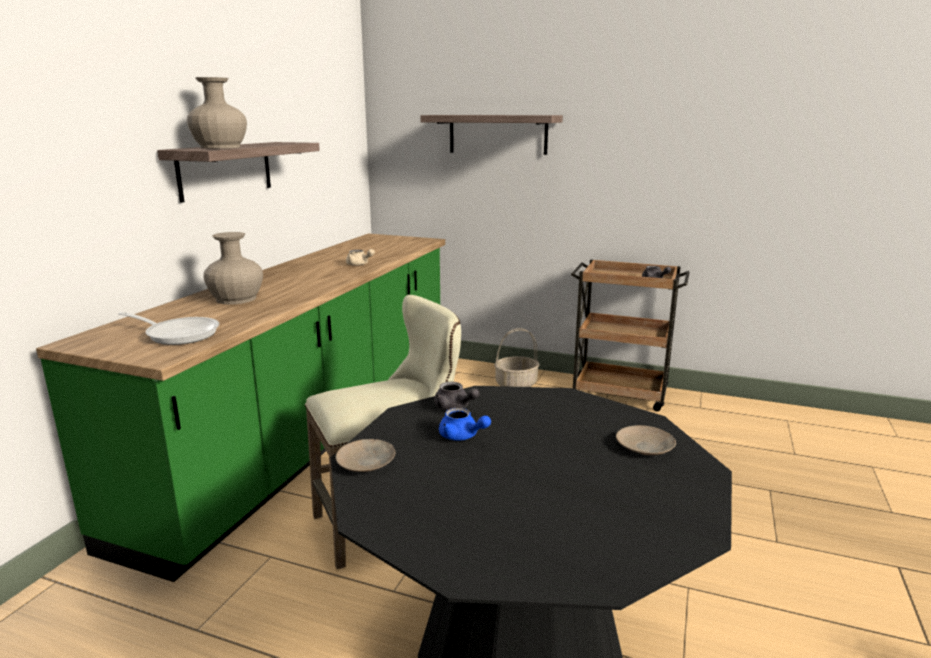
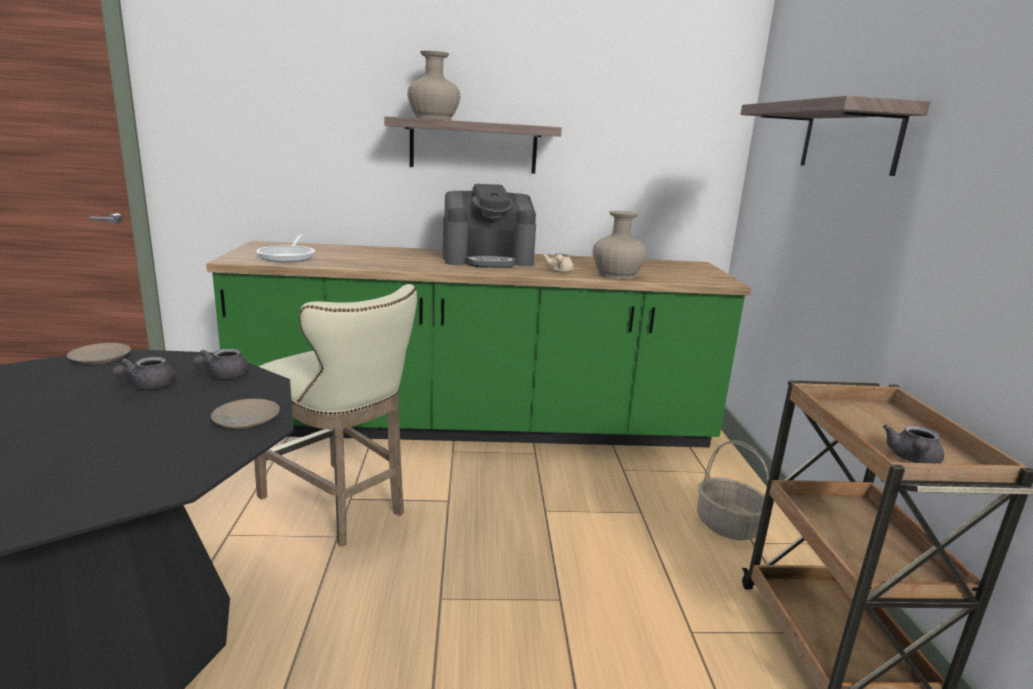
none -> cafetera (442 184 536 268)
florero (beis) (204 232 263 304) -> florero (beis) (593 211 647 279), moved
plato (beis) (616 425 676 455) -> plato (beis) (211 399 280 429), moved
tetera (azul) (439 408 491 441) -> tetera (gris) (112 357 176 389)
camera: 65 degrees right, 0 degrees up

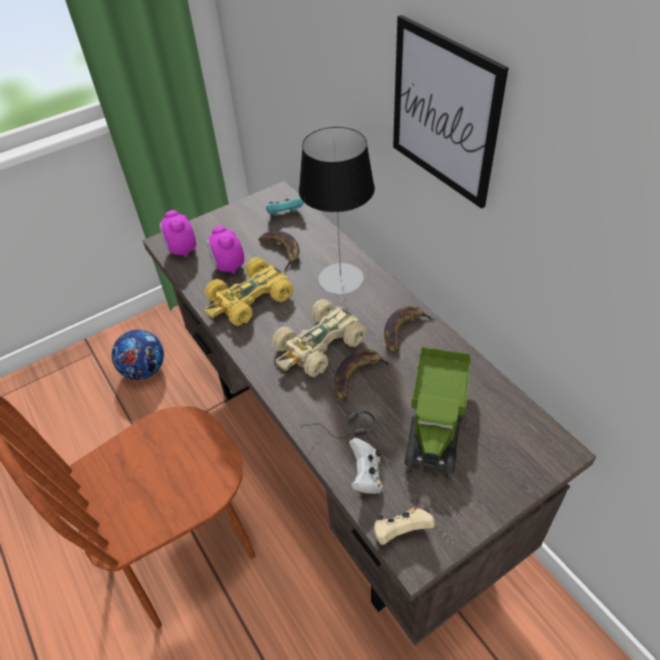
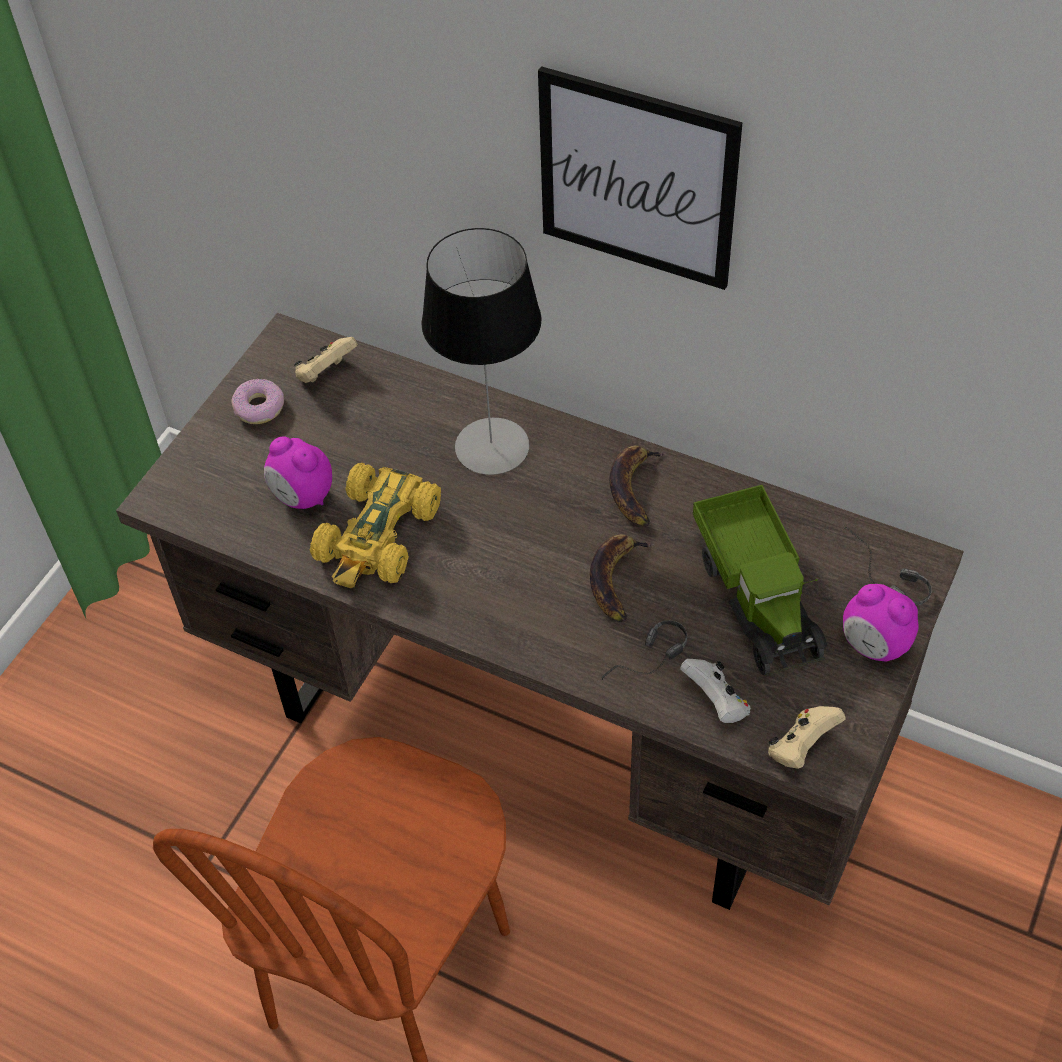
balón de fútbol (112 330 164 380) -> none
plátano (259 231 299 271) -> none
coche de juguete (beis) (272 299 367 377) -> none
none -> rosquilla (232 379 284 424)
none -> auriculares (842 527 932 605)
despertador (160 210 196 258) -> despertador (843 584 919 661), moved
mando de consola (turquesa) (266 198 304 216) -> mando de consola (beis) (294 337 358 383)
camera: 30 degrees left, 5 degrees up

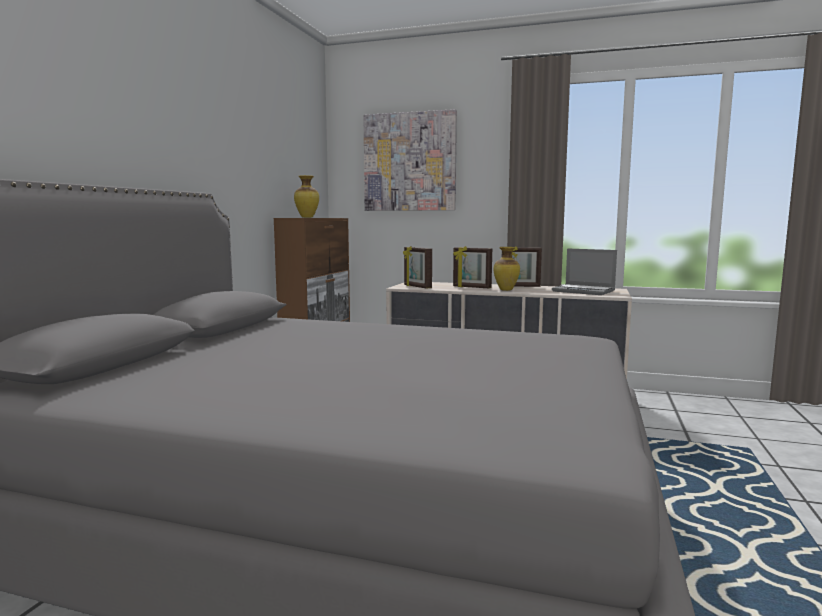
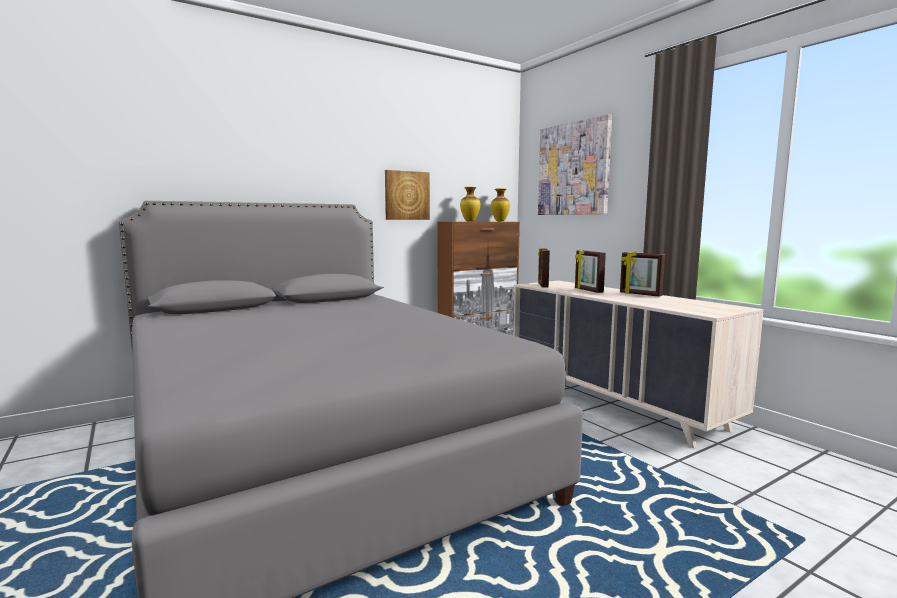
portátil (552 248 617 295) -> none
none -> cuadro (385 170 430 220)
florero (494 247 520 291) -> florero (491 188 510 221), moved
camera: 40 degrees right, 0 degrees up

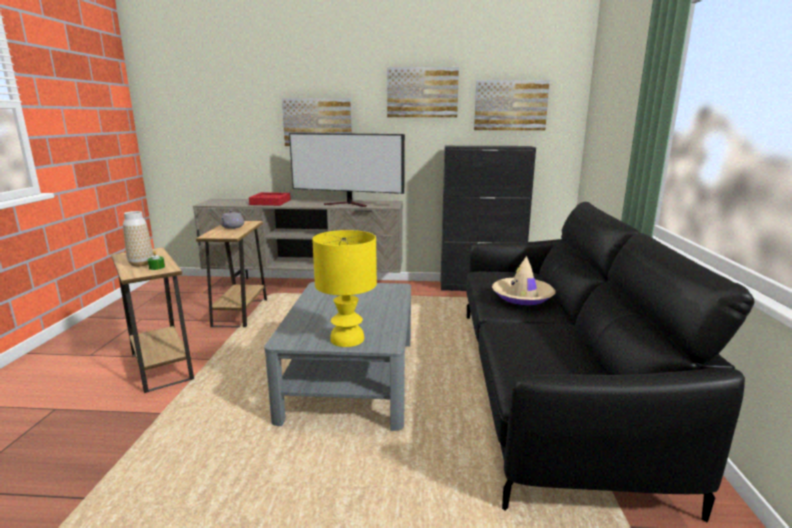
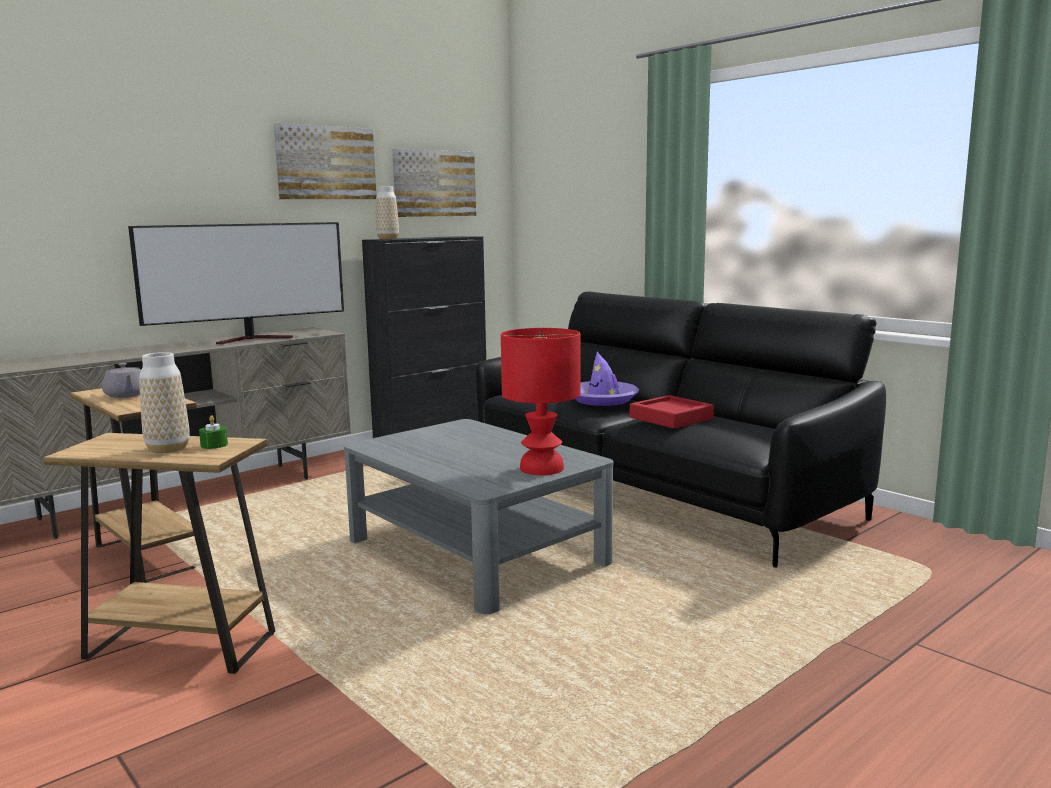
cuadro (282 98 352 146) -> none
none -> florero (376 186 399 239)
bandeja (rojo) (249 192 291 206) -> bandeja (rojo) (630 395 714 429), moved
lámpara de mesa (amarillo) (312 230 377 347) -> lámpara de mesa (rojo) (501 328 580 475)
sombrero (beis) (492 256 555 305) -> sombrero (morado) (576 352 639 406)
camera: 45 degrees left, 5 degrees down

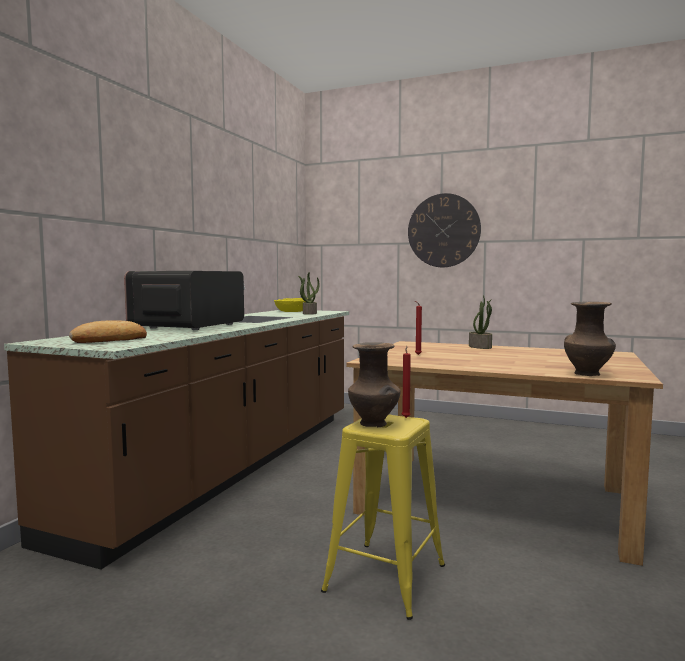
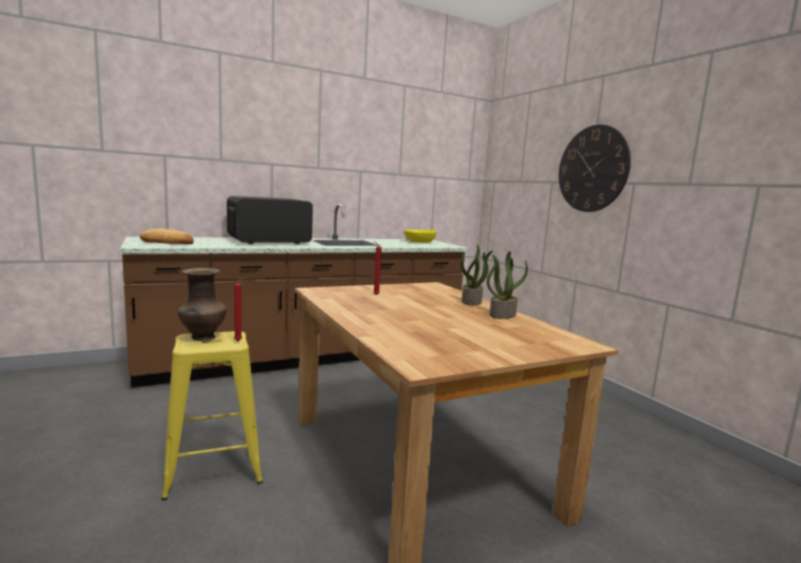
florero (marrón) (564 302 616 376) -> none
planta en maceta (298 272 320 315) -> planta en maceta (487 251 528 319), moved
camera: 40 degrees right, 5 degrees up

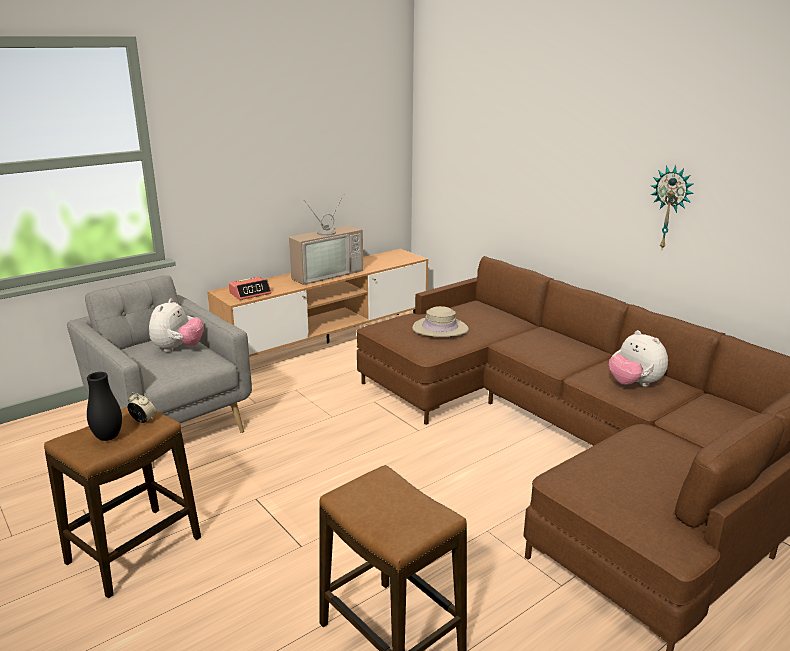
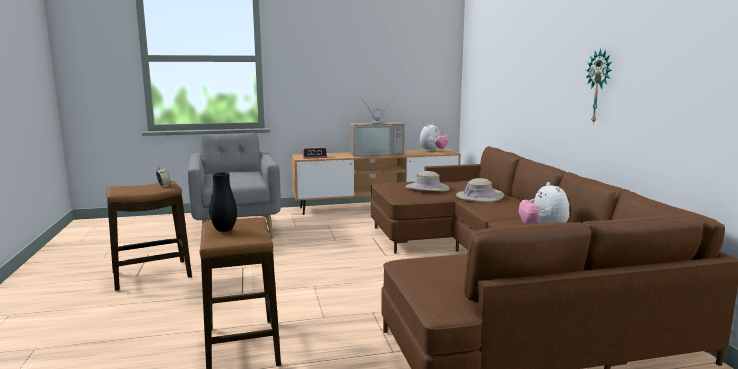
none -> sombrero (beis) (456 178 504 203)
florero (negro) (87 372 122 441) -> florero (negro) (209 172 237 232), moved
peluche (149 298 204 352) -> peluche (420 123 449 152), moved
camera: 25 degrees right, 10 degrees down

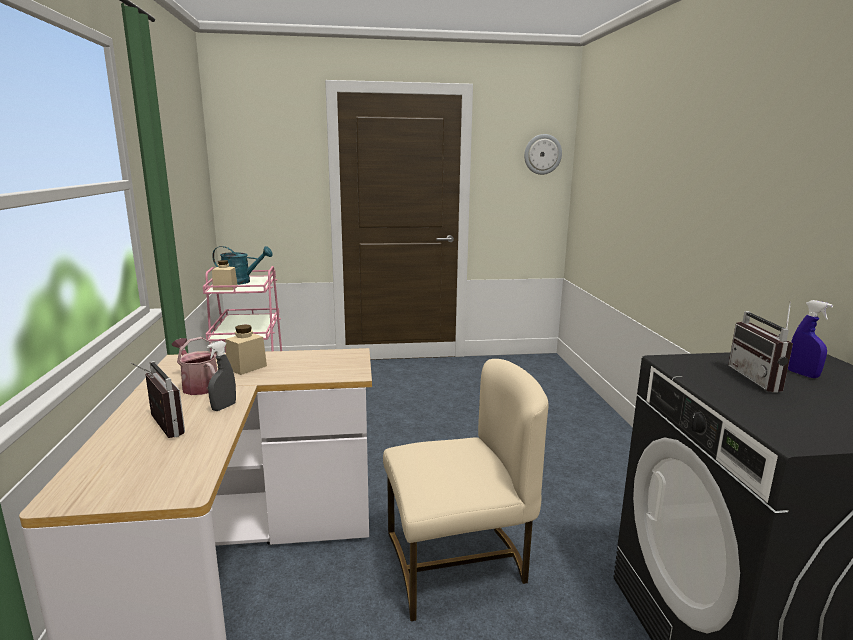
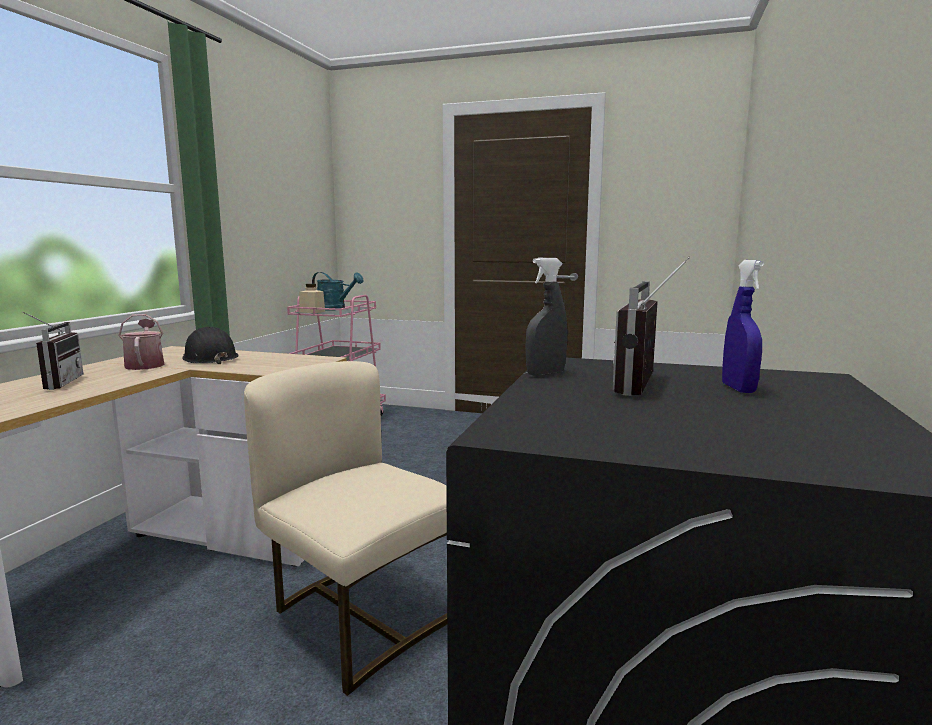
reloj de pared (524 134 562 175) -> none
pulverizador (gris) (207 341 236 411) -> pulverizador (gris) (526 258 568 376), moved
tarro (beis) (225 324 267 375) -> casco (negro) (182 327 239 364)
silla (beis) (383 359 548 621) -> silla (beis) (244 361 447 696), 150 degrees counterclockwise
camera: 25 degrees right, 5 degrees down

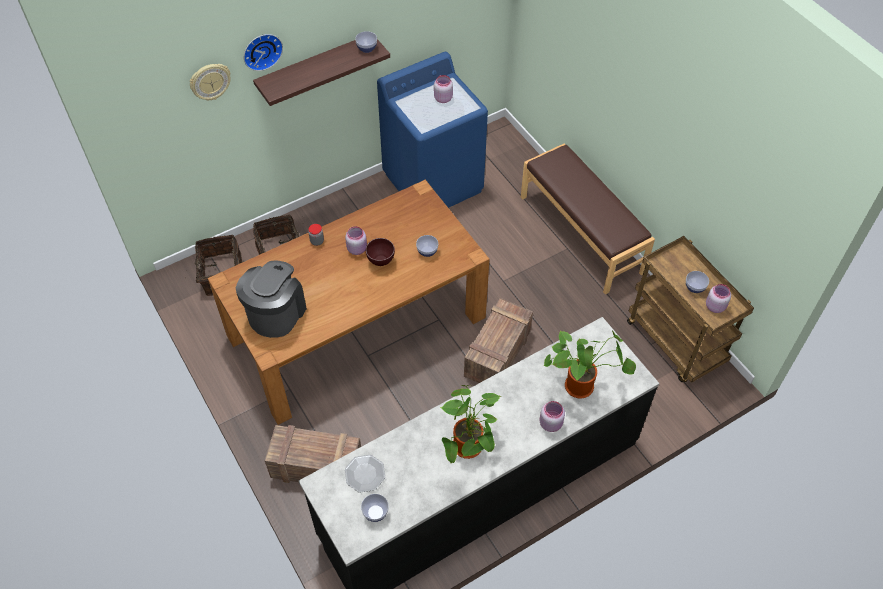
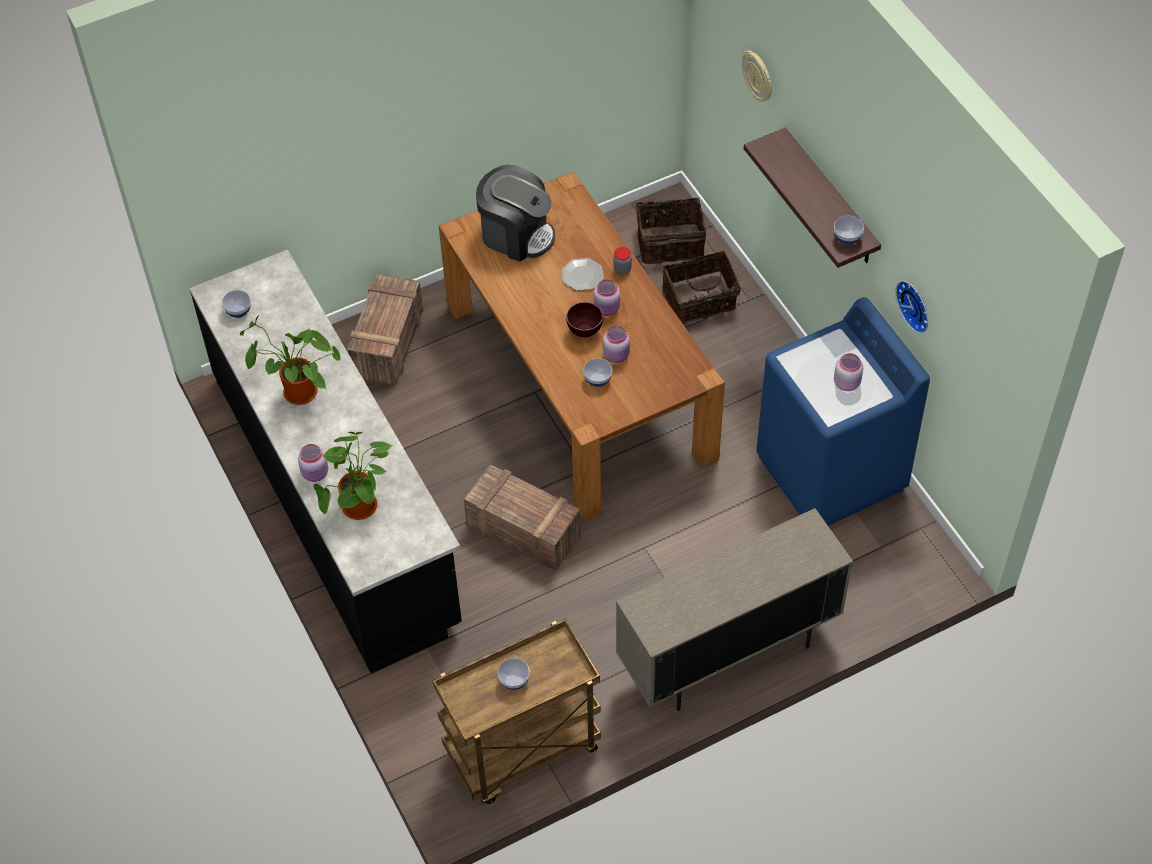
reloj de pared (244 34 283 71) -> reloj de pared (895 281 928 334), moved
plato (345 455 385 493) -> plato (561 258 604 291), moved
tarro (rosa) (706 284 731 313) -> tarro (rosa) (603 326 630 363), moved
banco (marrón) (521 144 655 295) -> armario (beis) (616 508 853 711)
camera: 95 degrees right, 0 degrees up

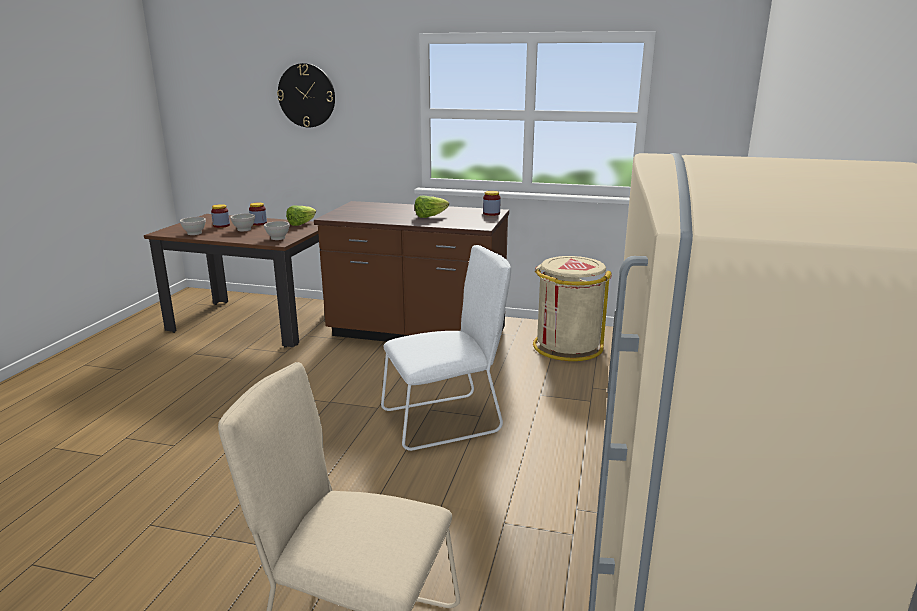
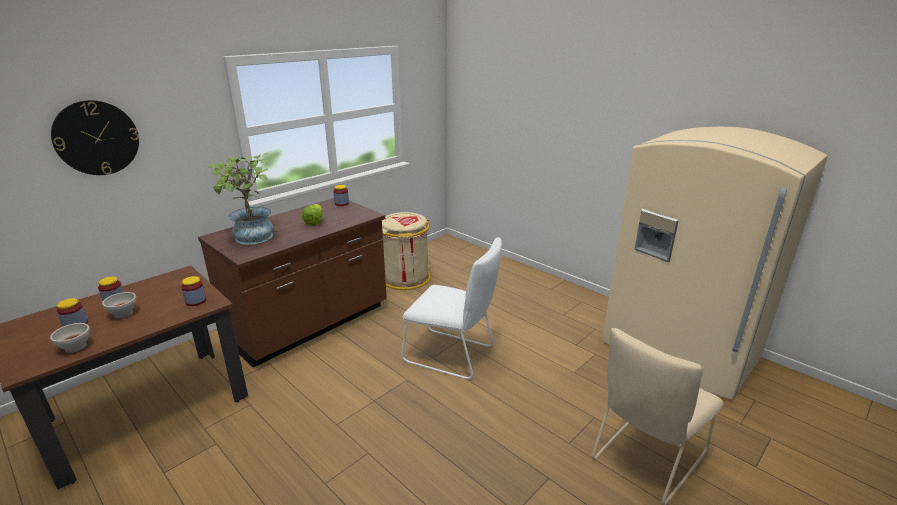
lechuga (286 206 316 226) -> none
none -> planta en maceta (208 153 274 245)
cuenco (blanco) (264 221 290 240) -> tarro (181 276 206 306)
silla (blanco) (381 245 511 451) -> silla (blanco) (401 237 502 379), 105 degrees clockwise
camera: 60 degrees left, 5 degrees up

